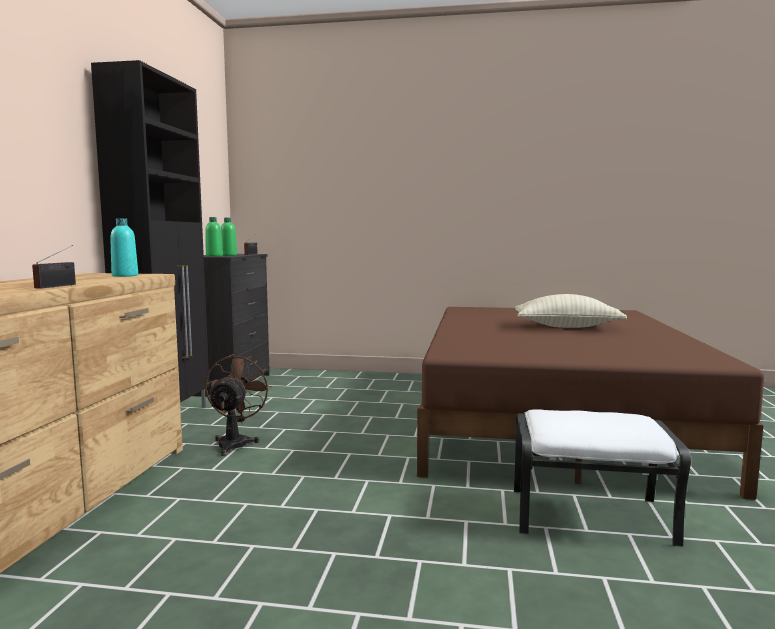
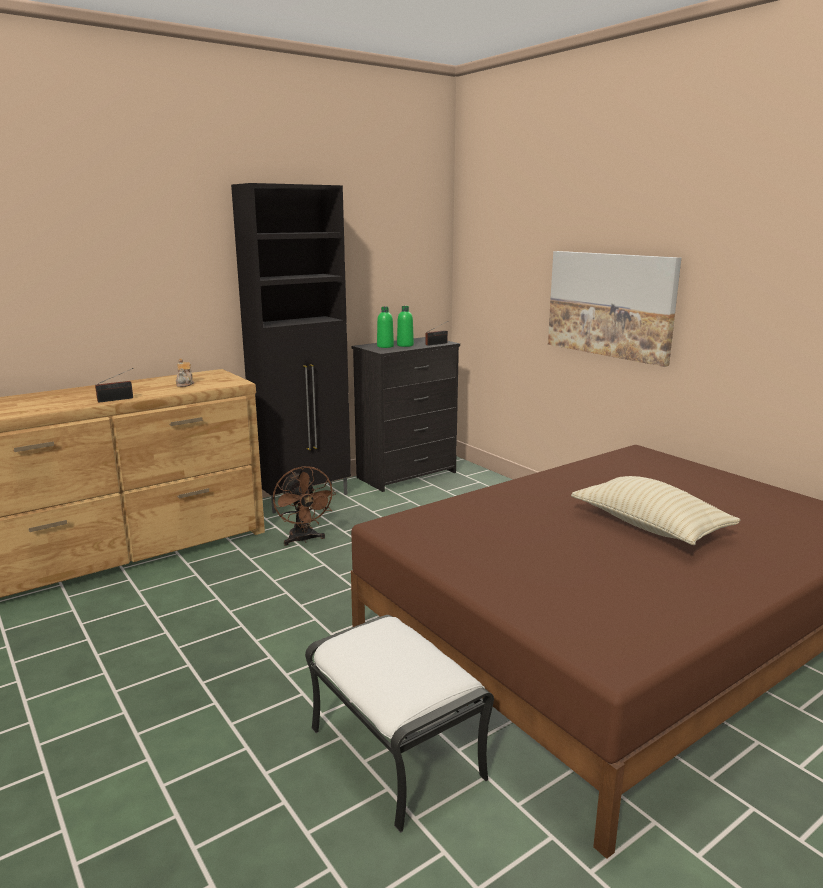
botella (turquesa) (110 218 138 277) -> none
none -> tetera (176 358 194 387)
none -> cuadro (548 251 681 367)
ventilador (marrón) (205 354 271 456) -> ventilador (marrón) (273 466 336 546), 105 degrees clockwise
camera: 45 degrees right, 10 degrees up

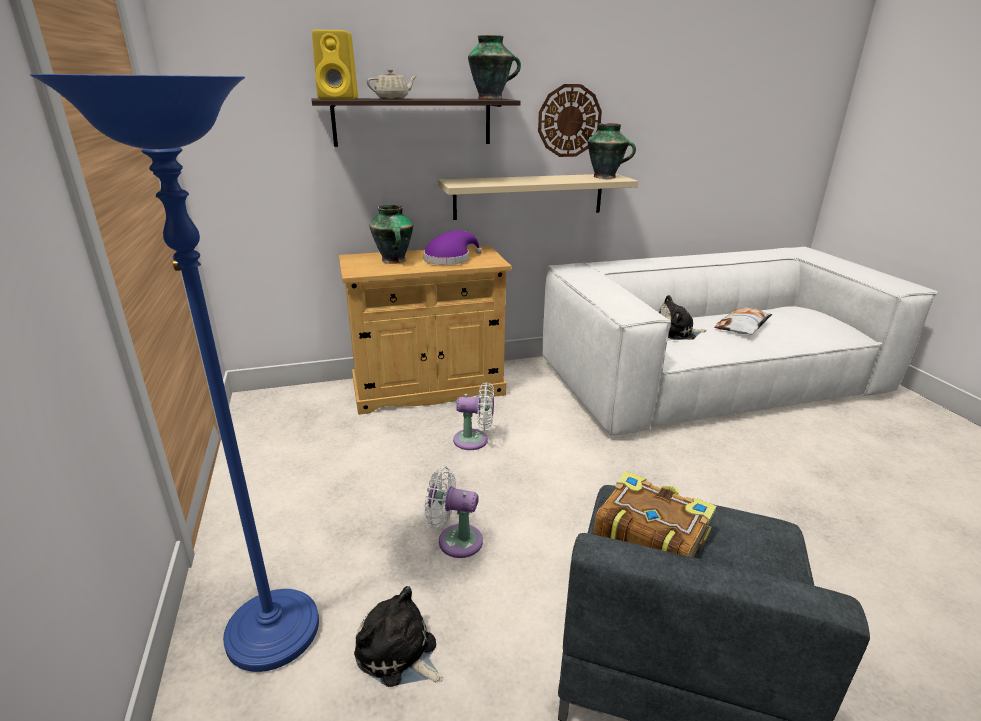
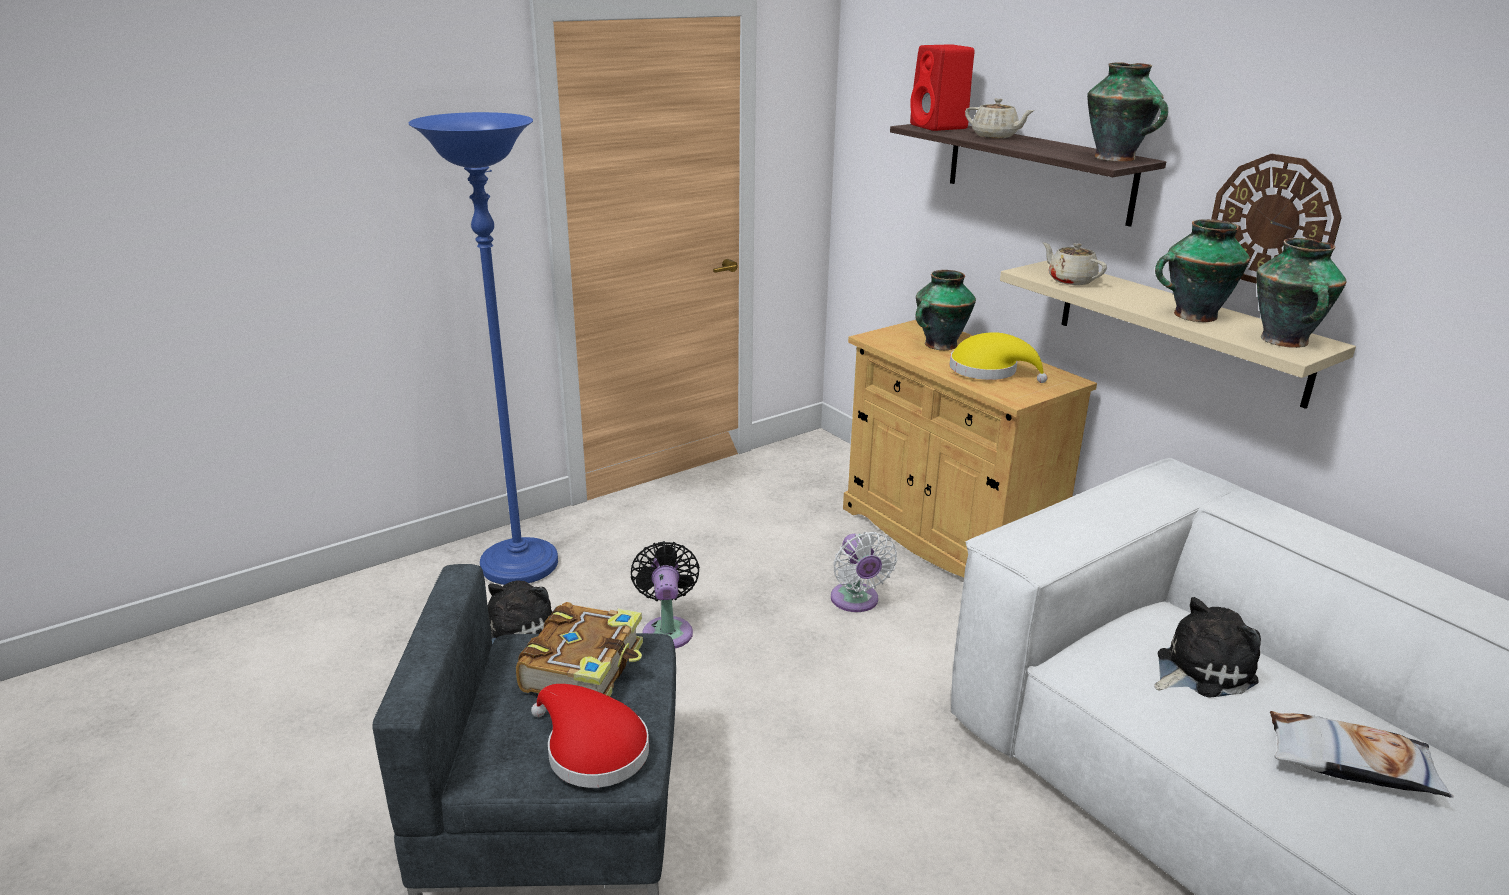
none -> sombrero (rojo) (531 684 649 788)
none -> tetera (beis) (1043 243 1107 285)
none -> florero (1155 219 1250 322)
altavoz (amarillo) (312 30 358 99) -> altavoz (rojo) (910 44 974 131)
sombrero (morado) (424 231 482 265) -> sombrero (amarillo) (949 332 1048 383)
ventilador (blanco) (424 466 483 558) -> ventilador (negro) (631 541 700 649)
peluche (659 295 706 340) -> peluche (1154 597 1261 698), 90 degrees clockwise
camera: 70 degrees right, 0 degrees up

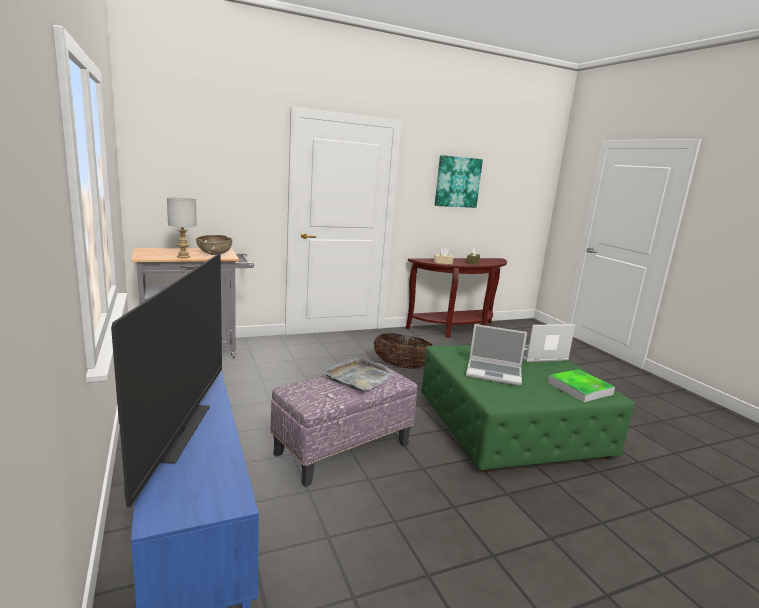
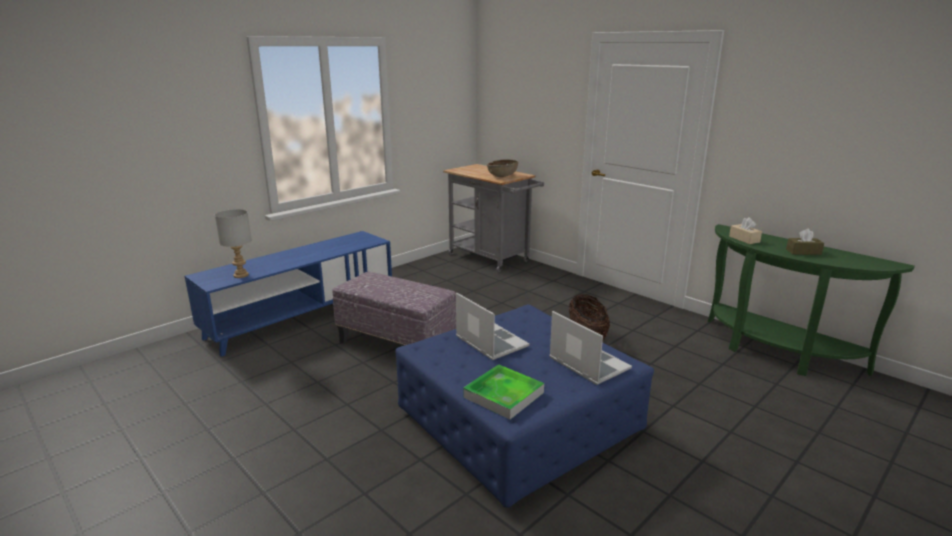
televisor (111 254 222 507) -> none
bandeja (gris) (323 357 394 392) -> none
cuadro (435 155 483 208) -> none
lámpara de mesa (gris) (167 197 197 258) -> lámpara de mesa (gris) (215 209 252 278), moved
mesa consola (marrón) (406 258 507 338) -> mesa consola (verde) (708 224 915 376)
puf (verde) (421 344 635 472) -> puf (azul) (396 305 654 508)
portátil (466 324 527 386) -> portátil (456 293 529 360), 150 degrees clockwise
camera: 70 degrees right, 5 degrees up

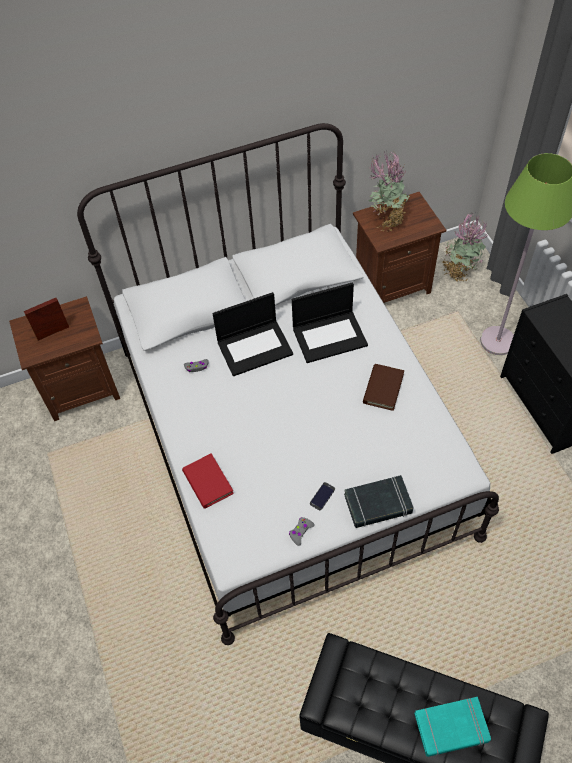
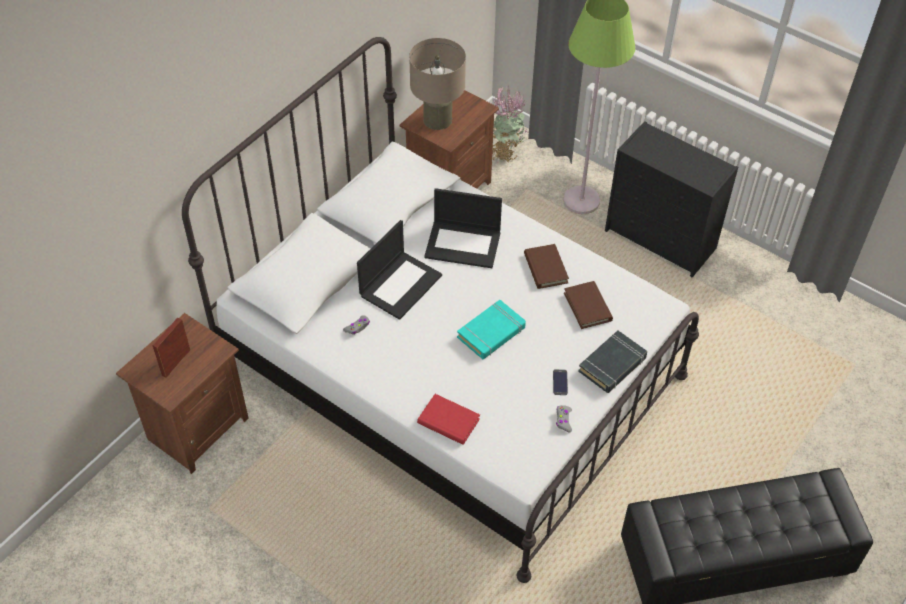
none -> libro (marrón) (564 281 613 329)
libro (turquesa) (414 697 491 757) -> libro (turquesa) (457 300 526 359), moved
planta en maceta (369 151 410 232) -> lámpara de mesa (beis) (409 38 466 130)
portátil (292 282 368 363) -> portátil (424 188 502 268), 60 degrees clockwise
camera: 35 degrees left, 5 degrees down

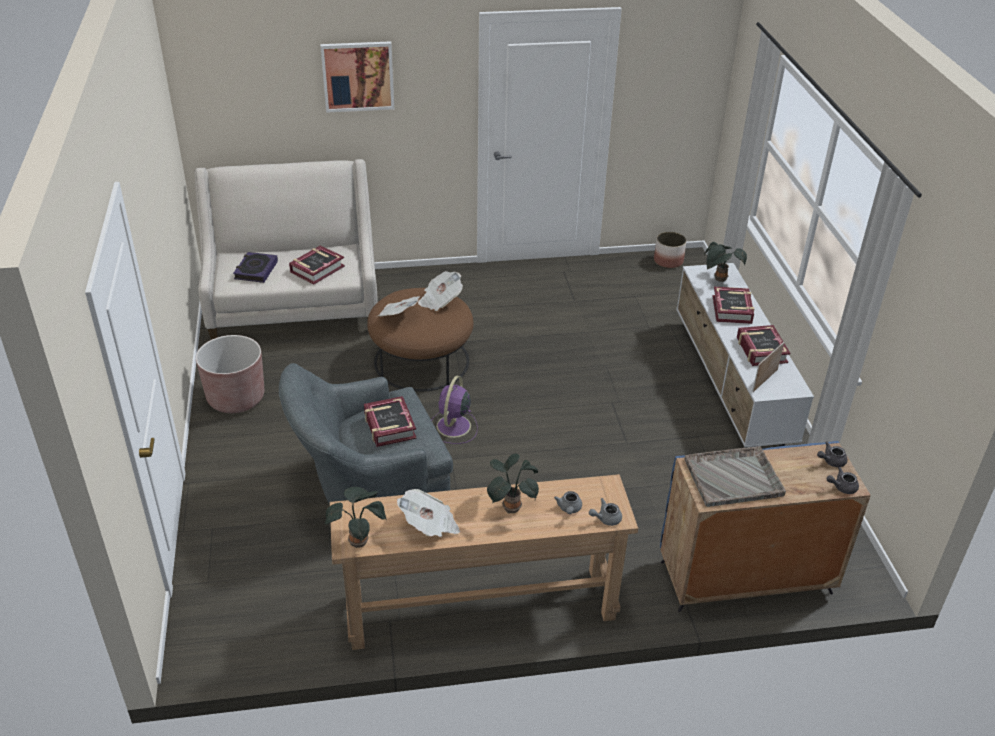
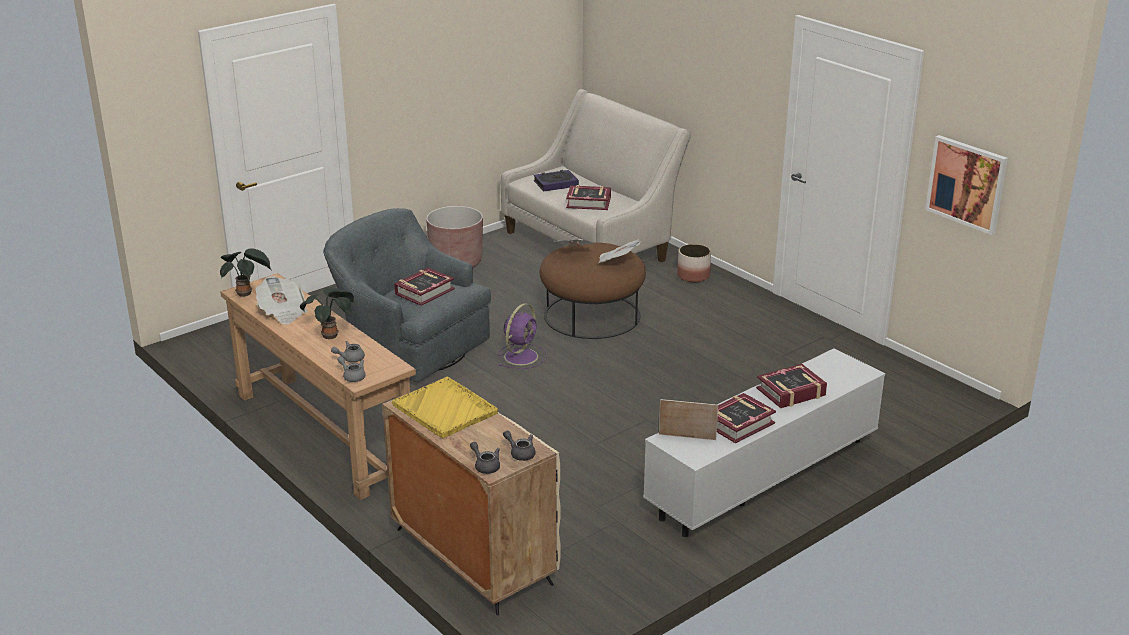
planta en maceta (704 242 747 282) -> none
cuadro (320 41 394 113) -> cuadro (925 135 1008 235), moved
maceta (654 232 686 268) -> maceta (677 244 711 283), moved
armario (azul) (660 441 871 612) -> armario (beis) (382 377 560 615)
bandeja (gris) (684 446 786 507) -> bandeja (amarillo) (392 377 498 438)
ventilador (morado) (431 376 478 444) -> ventilador (morado) (498 303 547 369), 135 degrees clockwise
camera: 60 degrees right, 10 degrees down

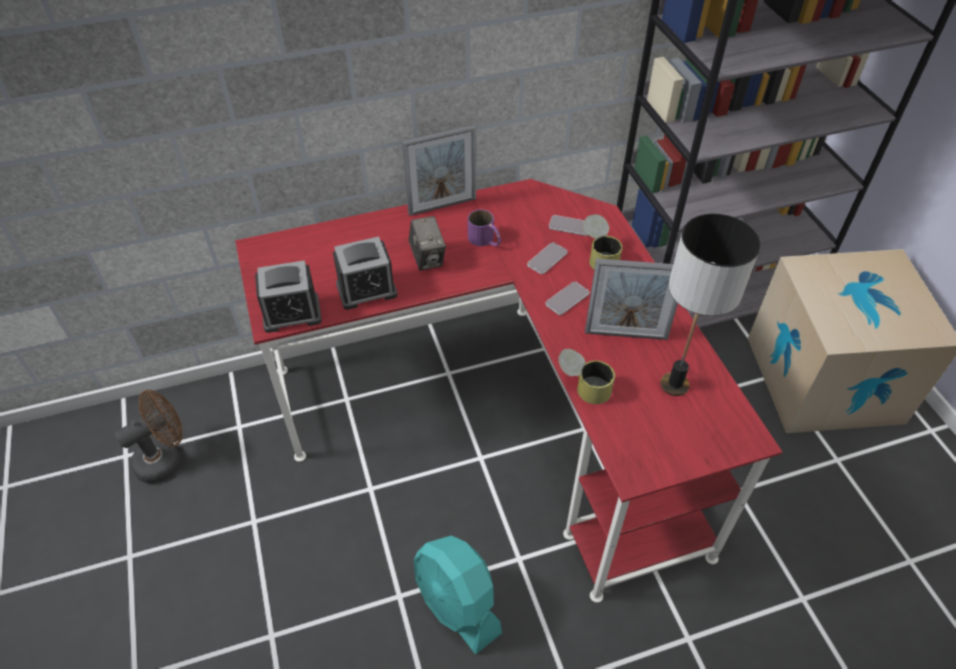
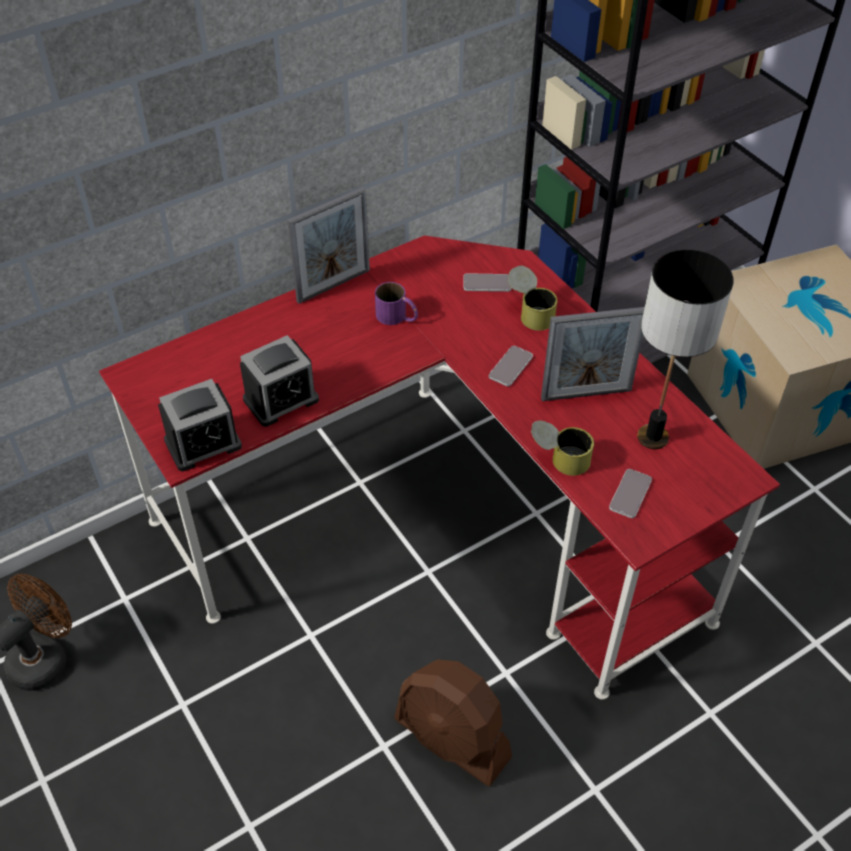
cámara (408 216 446 271) -> none
móvil (527 242 568 274) -> móvil (609 469 652 518), moved
ventilador (turquesa) (413 535 502 654) -> ventilador (marrón) (394 659 512 786)
camera: 15 degrees left, 0 degrees up

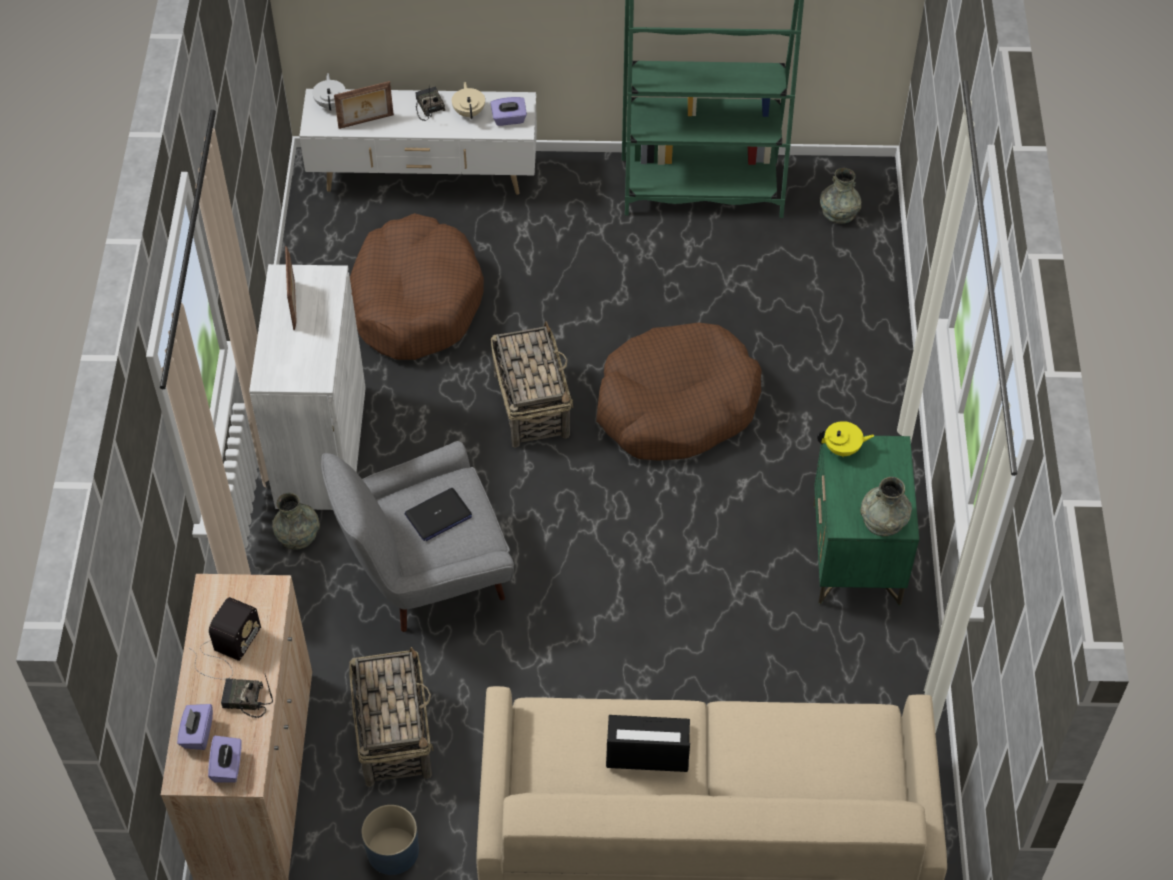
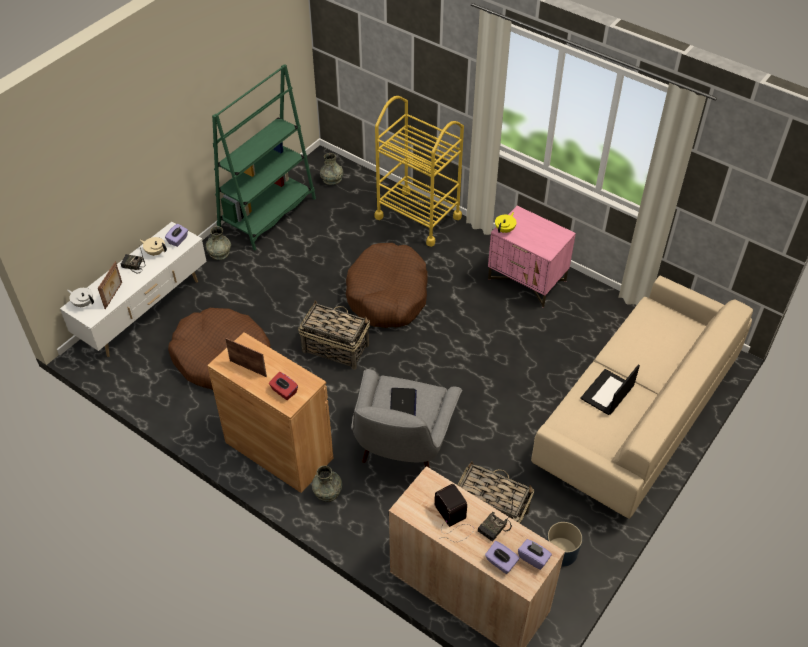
none -> caja de pañuelos (rojo) (269 372 298 400)
none -> carrito (amarillo) (374 96 464 247)
florero (gris) (860 477 912 536) -> florero (gris) (206 226 231 260), moved
armario (blanco) (249 264 366 510) -> armario (marrón) (207 332 333 493)
mesita de noche (verde) (813 435 919 606) -> mesita de noche (rosa) (488 206 576 308)
camera: 55 degrees left, 5 degrees down

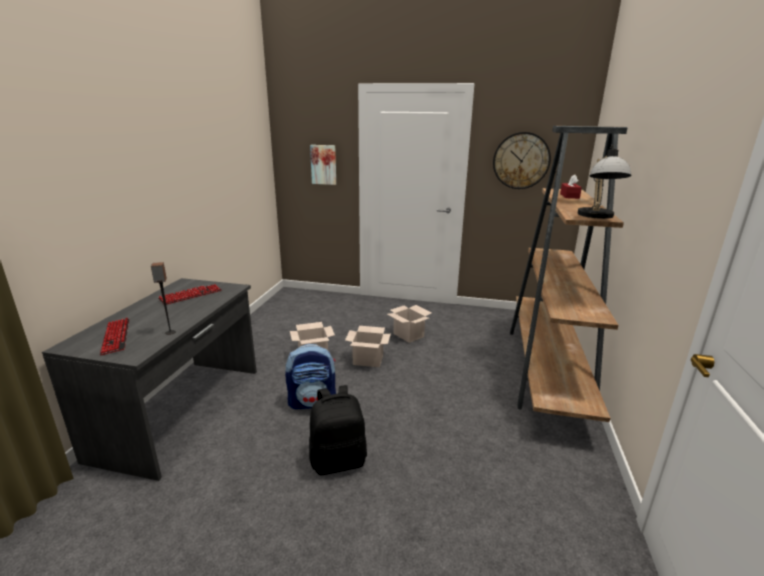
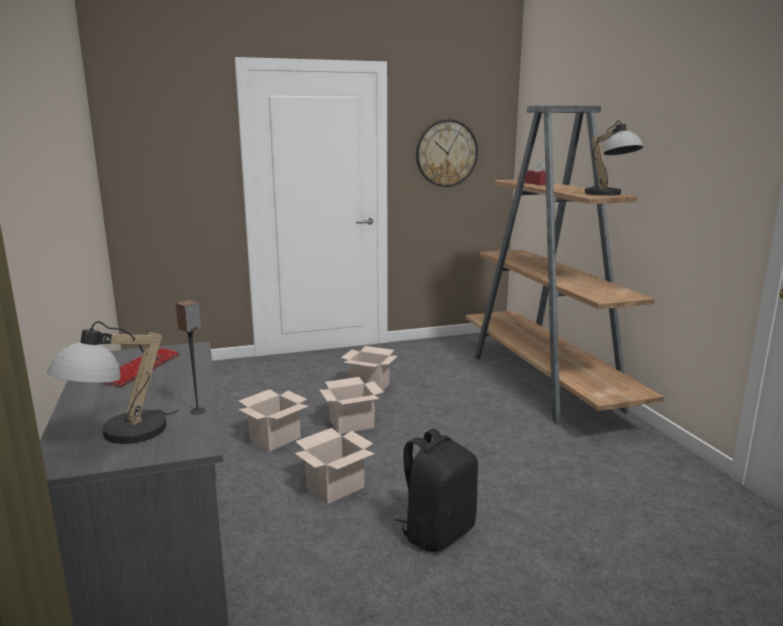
cuadro (310 145 336 185) -> none
teclado (100 318 129 355) -> lámpara de mesa (47 321 179 444)
mochila (285 344 336 409) -> caja de cartón (295 428 375 504)
camera: 30 degrees left, 5 degrees down

